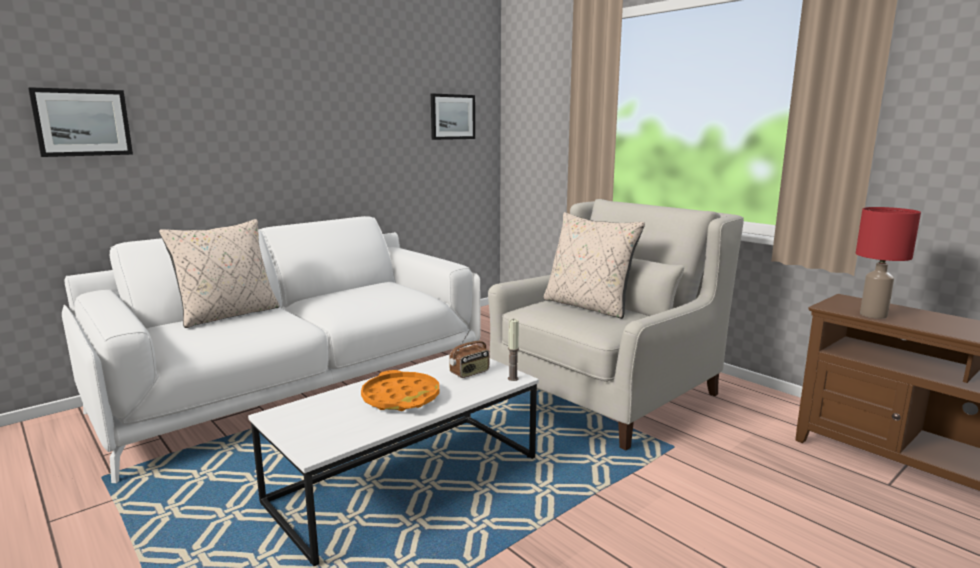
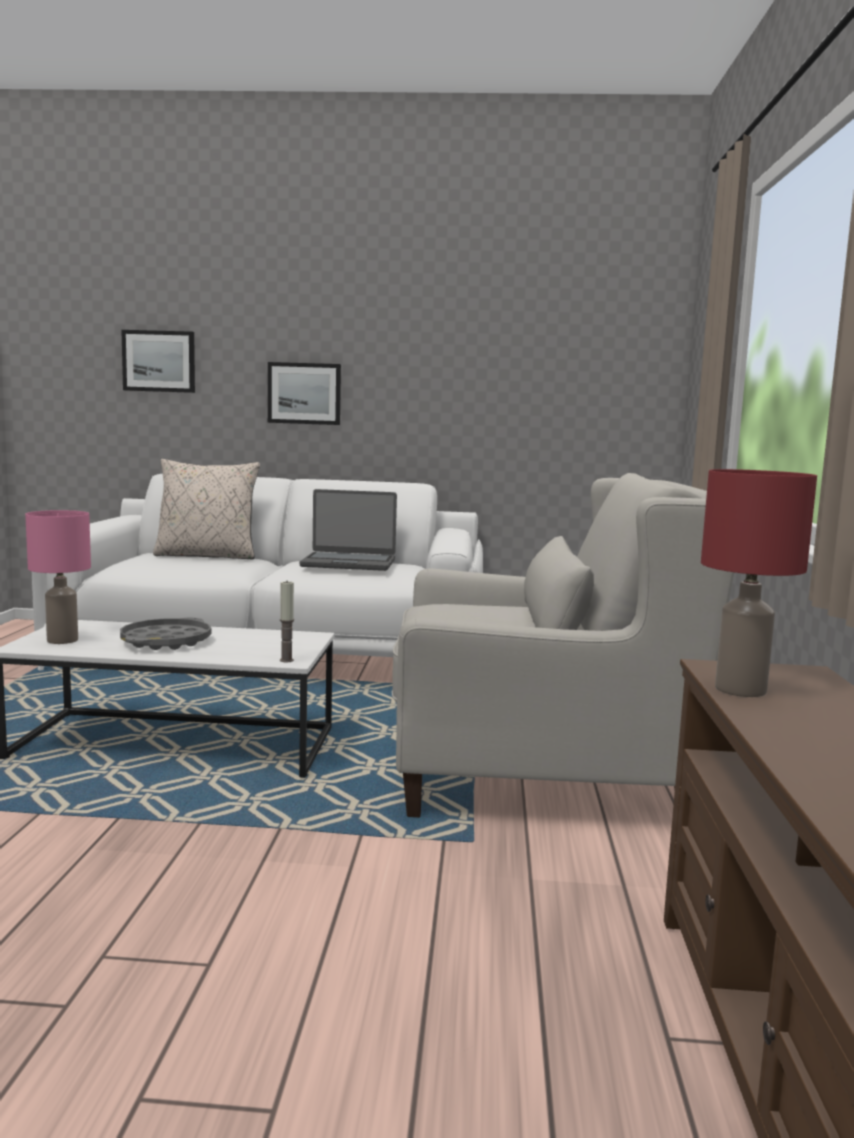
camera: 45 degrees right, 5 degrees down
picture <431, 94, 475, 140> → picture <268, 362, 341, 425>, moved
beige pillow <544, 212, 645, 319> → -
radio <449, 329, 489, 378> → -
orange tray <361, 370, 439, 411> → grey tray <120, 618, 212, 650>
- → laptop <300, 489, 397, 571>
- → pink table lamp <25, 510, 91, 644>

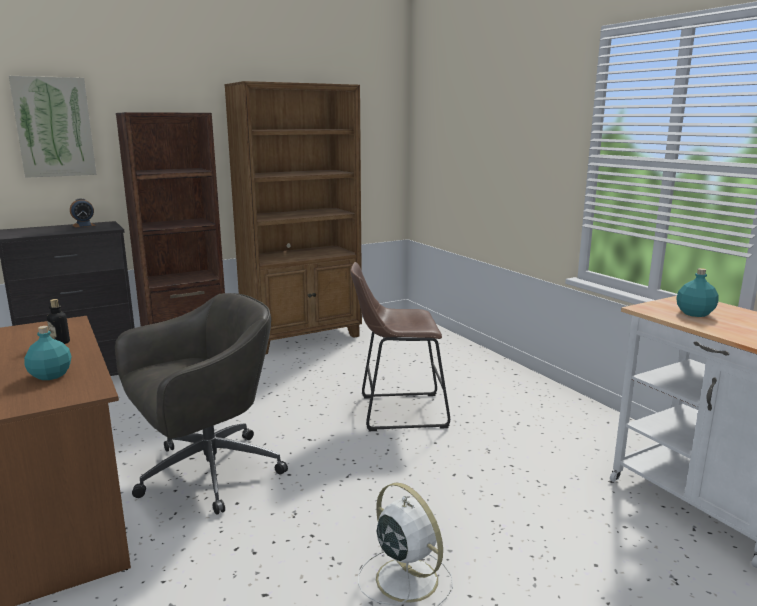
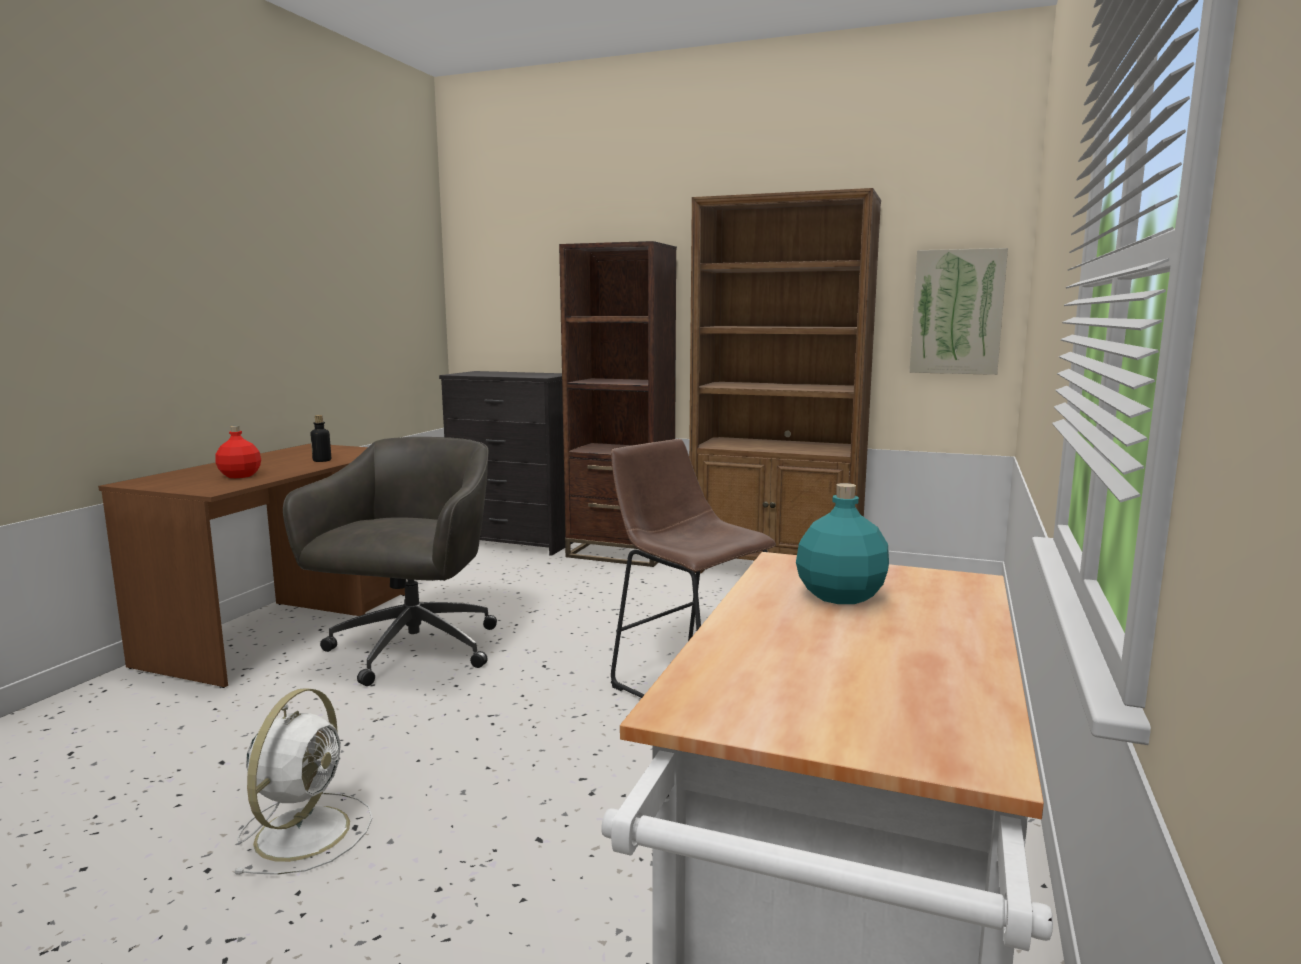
camera: 50 degrees right, 5 degrees down
picture <9, 76, 97, 178> → picture <909, 248, 1008, 375>, moved
alarm clock <70, 198, 96, 228> → -
grey office chair <115, 293, 288, 514> → grey office chair <283, 437, 497, 686>, 90 degrees counterclockwise
turquoise bottle <24, 326, 72, 380> → red bottle <215, 426, 261, 478>

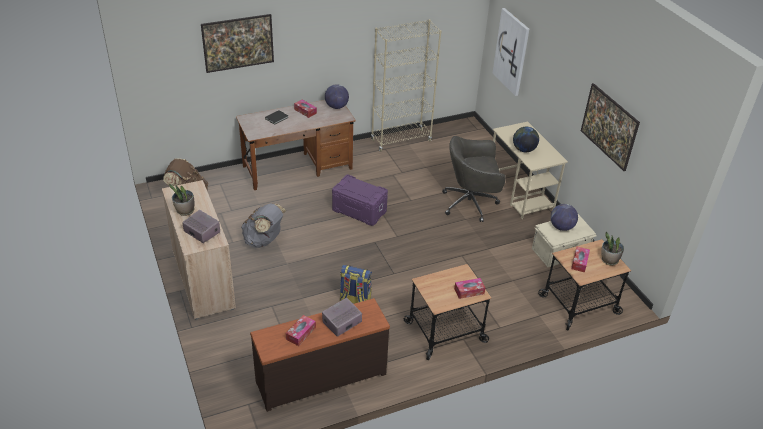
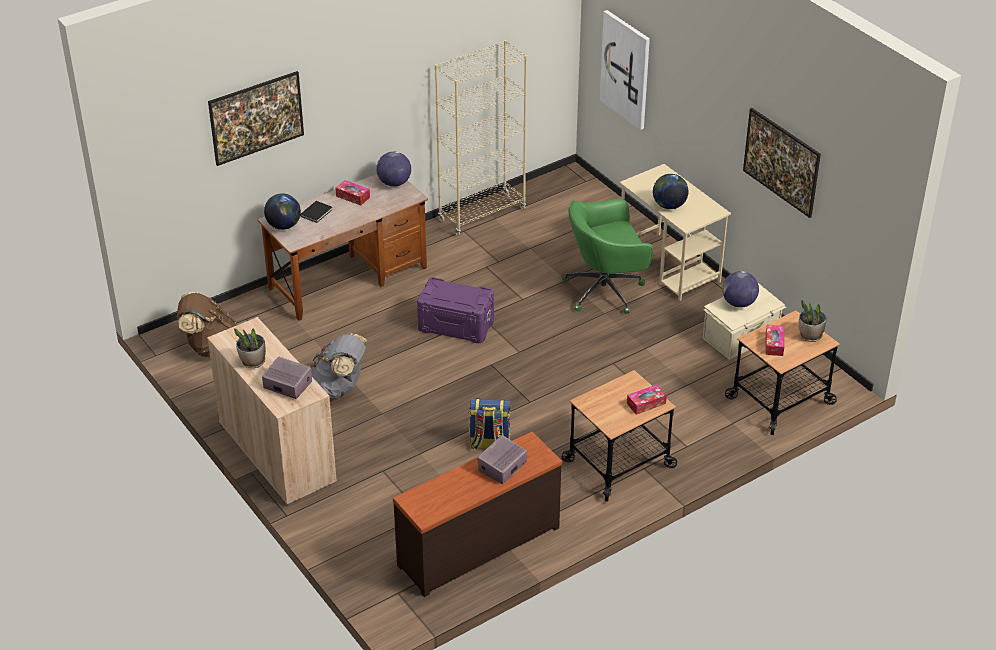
camera: 10 degrees left, 0 degrees up
grey office chair <442, 136, 506, 222> → green office chair <562, 199, 653, 314>
tissue box <286, 315, 316, 346> → -
- → globe <264, 193, 301, 230>

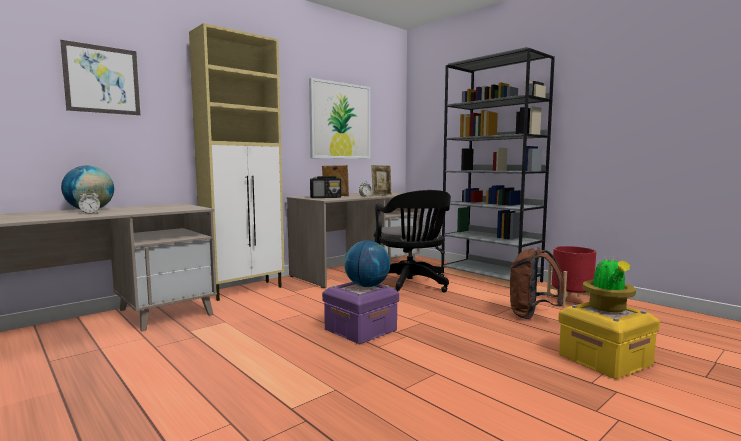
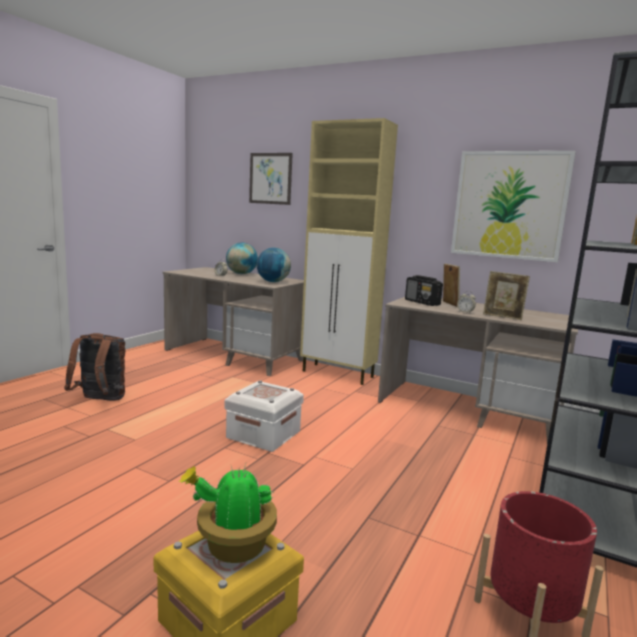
camera: 70 degrees right, 5 degrees up
black office chair <374, 190, 451, 293> → -
globe <344, 241, 390, 287> → globe <257, 248, 291, 282>, moved
brown backpack <510, 247, 564, 319> → brown backpack <65, 333, 125, 401>, moved
purple storage box <322, 282, 399, 345> → white storage box <224, 380, 304, 452>

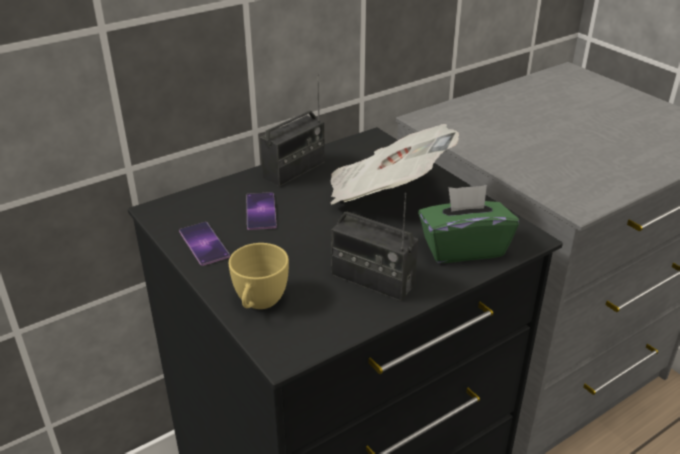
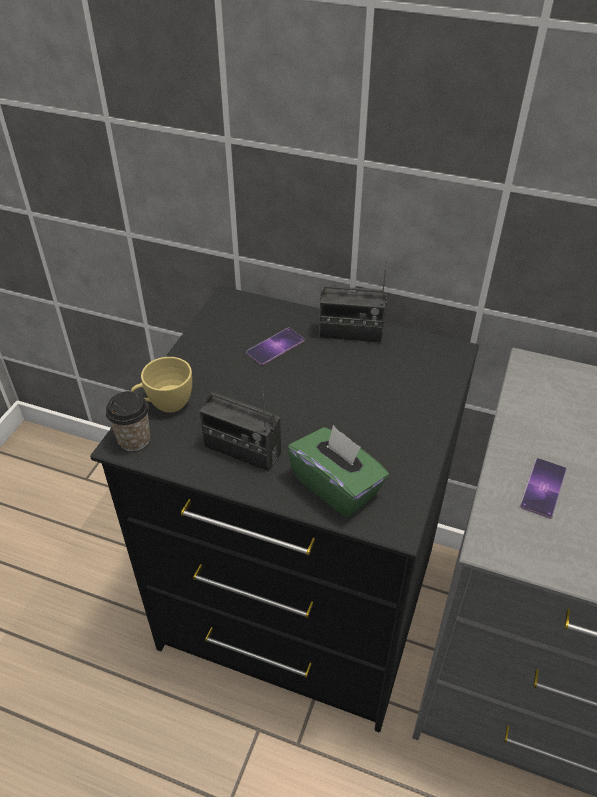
camera: 55 degrees right, 10 degrees up
newspaper <331, 124, 459, 205> → -
radio <331, 193, 418, 301> → radio <199, 386, 281, 472>, 60 degrees counterclockwise
phone <179, 222, 230, 266> → phone <520, 458, 567, 519>, moved
- → cup <106, 391, 150, 451>

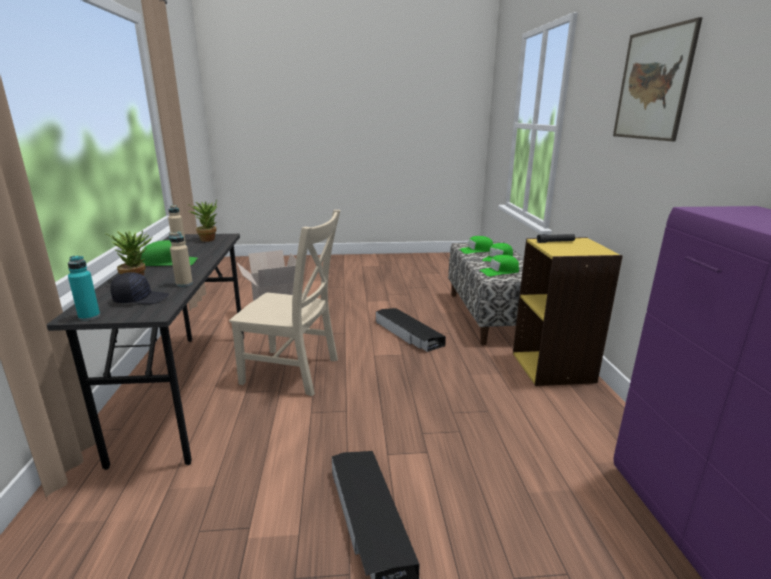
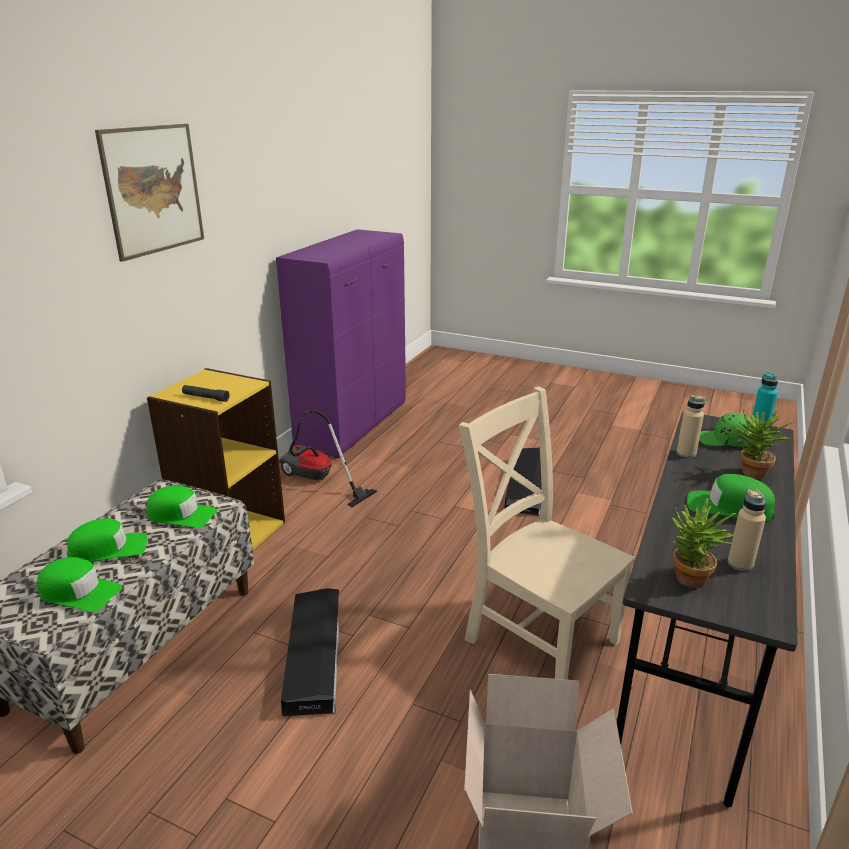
camera: 150 degrees left, 5 degrees up
black cap <111, 272, 169, 304> → green cap <699, 413, 753, 447>
- → vacuum cleaner <279, 410, 377, 507>

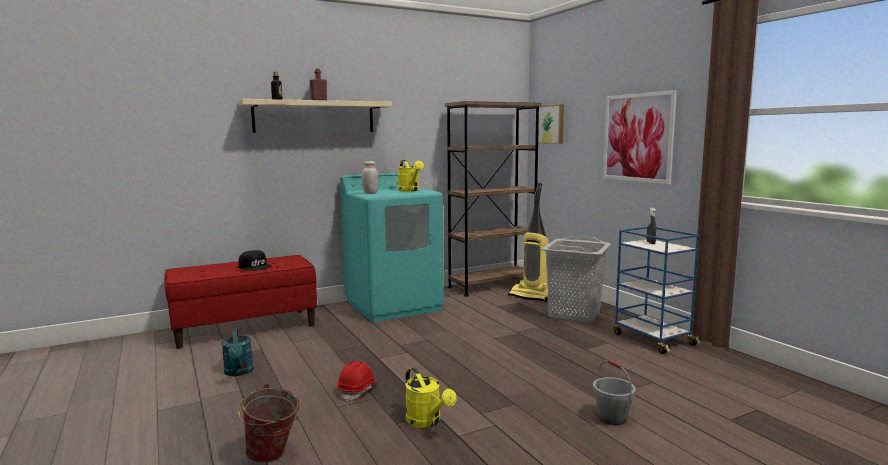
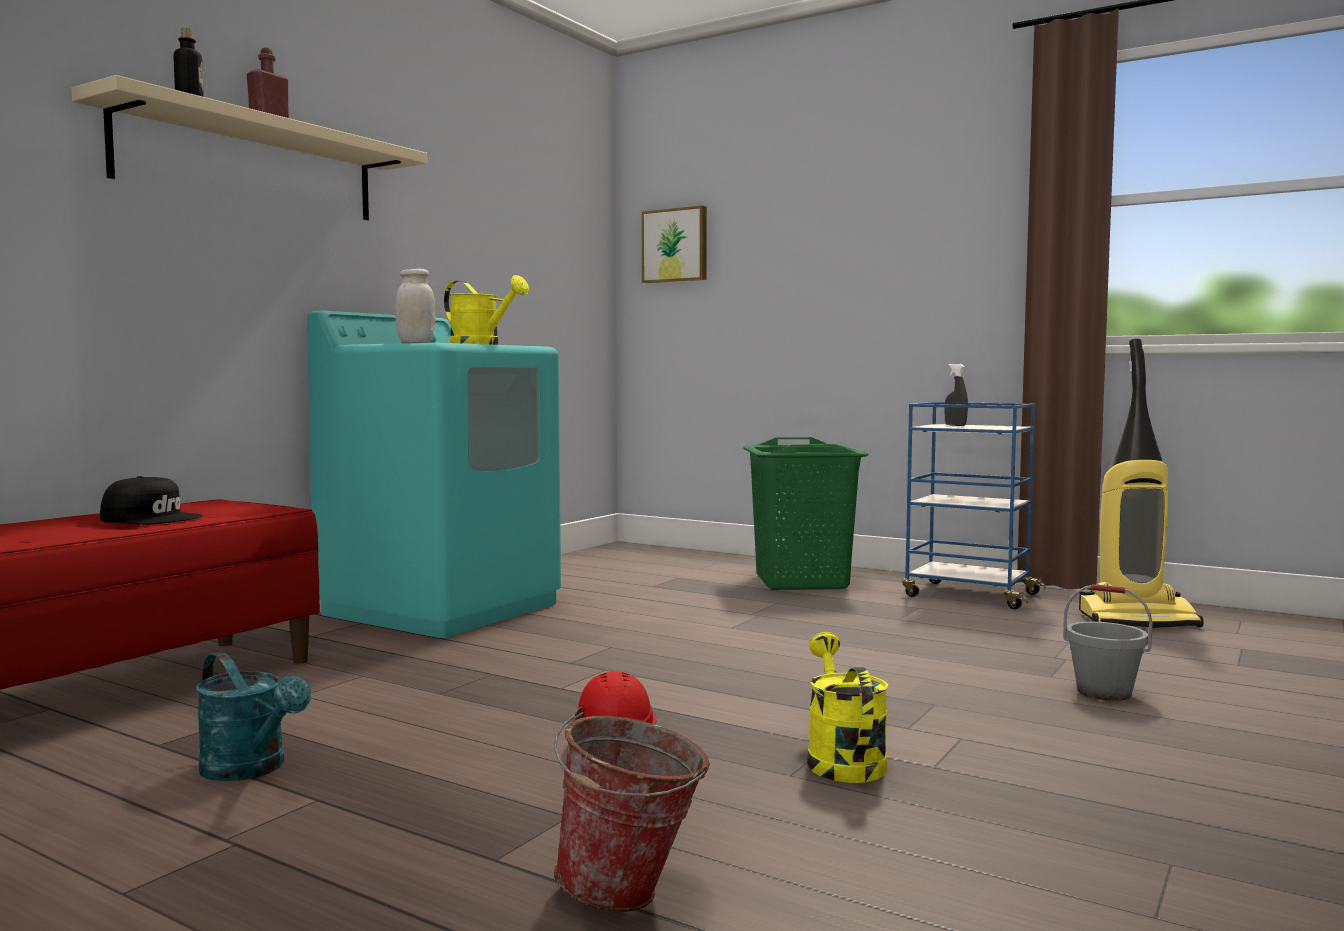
camera: 30 degrees left, 5 degrees down
picture <603, 90, 677, 184> → -
brown bookcase <445, 101, 542, 297> → -
vacuum cleaner <508, 183, 548, 302> → vacuum cleaner <1079, 339, 1204, 628>, moved
grey laundry basket <541, 236, 611, 323> → green laundry basket <743, 437, 869, 590>
yellow watering can <405, 367, 457, 428> → yellow watering can <807, 632, 888, 783>, 120 degrees counterclockwise

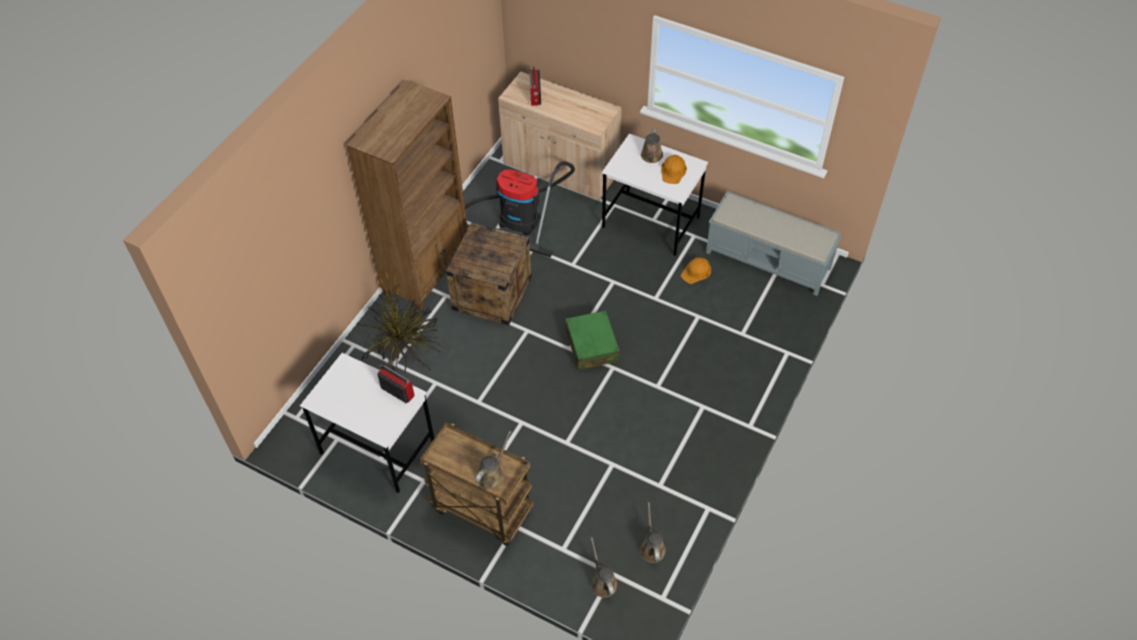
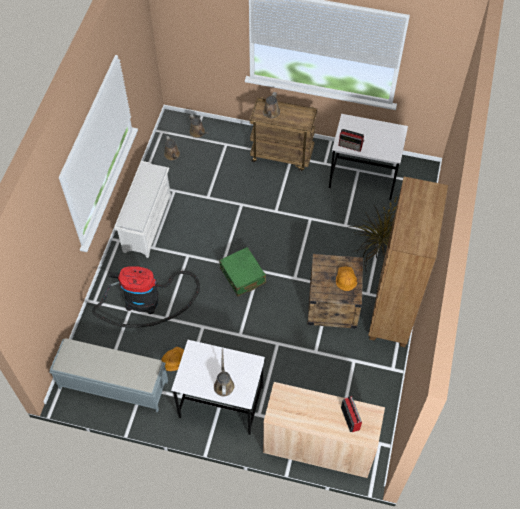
camera: 165 degrees right, 5 degrees up
orange hard hat <661, 155, 687, 184> → orange hard hat <336, 266, 357, 291>, moved
vacuum cleaner <465, 161, 575, 257> → vacuum cleaner <92, 266, 200, 328>, moved
- → white shoe rack <114, 161, 171, 258>

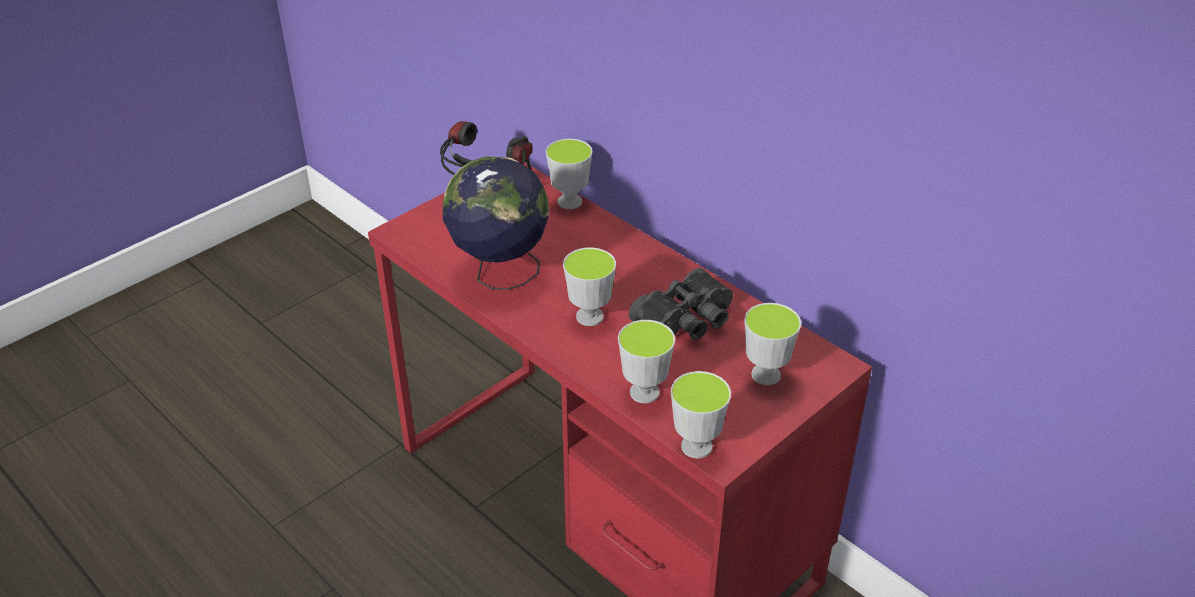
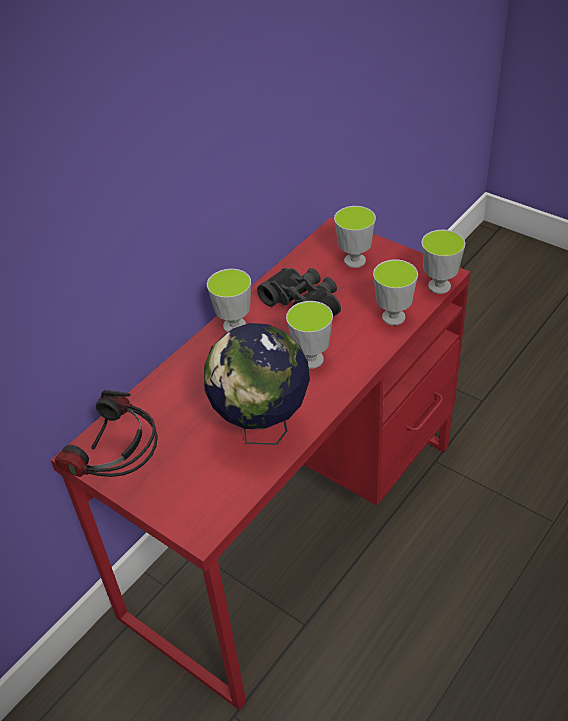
camera: 95 degrees left, 5 degrees up
cup <546, 139, 592, 209> → cup <207, 269, 251, 332>, moved

